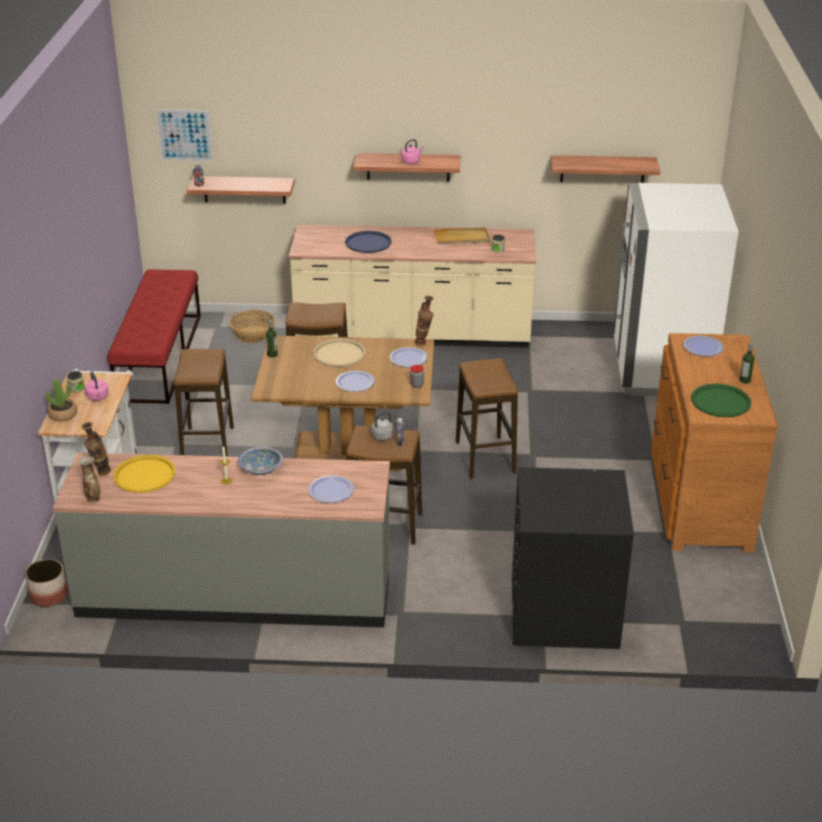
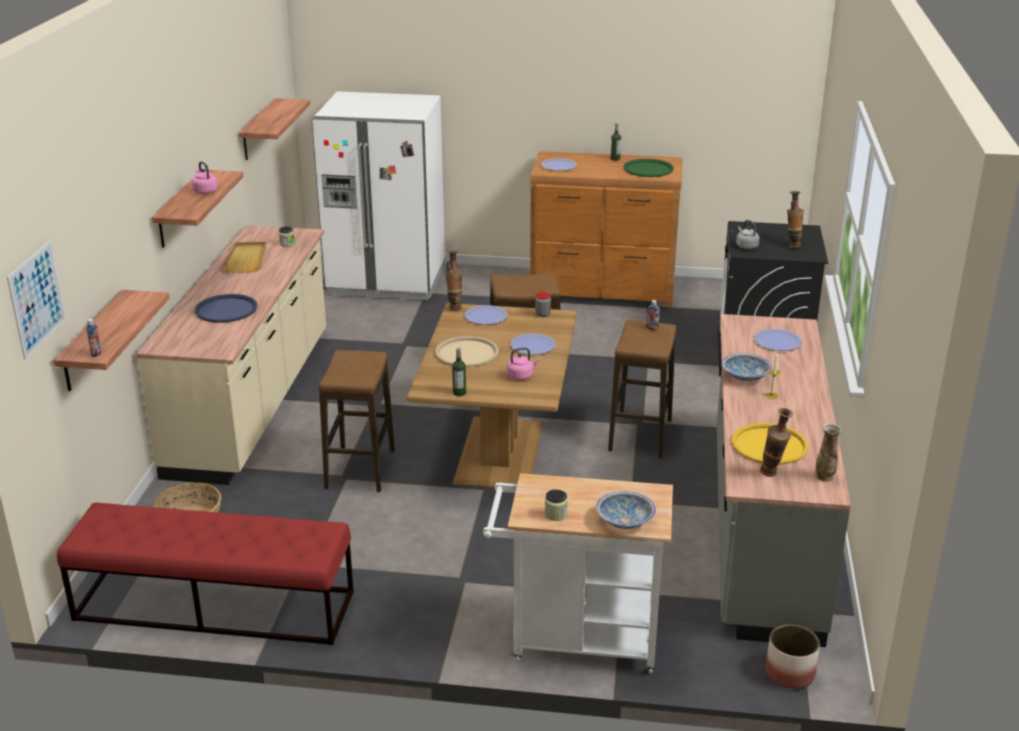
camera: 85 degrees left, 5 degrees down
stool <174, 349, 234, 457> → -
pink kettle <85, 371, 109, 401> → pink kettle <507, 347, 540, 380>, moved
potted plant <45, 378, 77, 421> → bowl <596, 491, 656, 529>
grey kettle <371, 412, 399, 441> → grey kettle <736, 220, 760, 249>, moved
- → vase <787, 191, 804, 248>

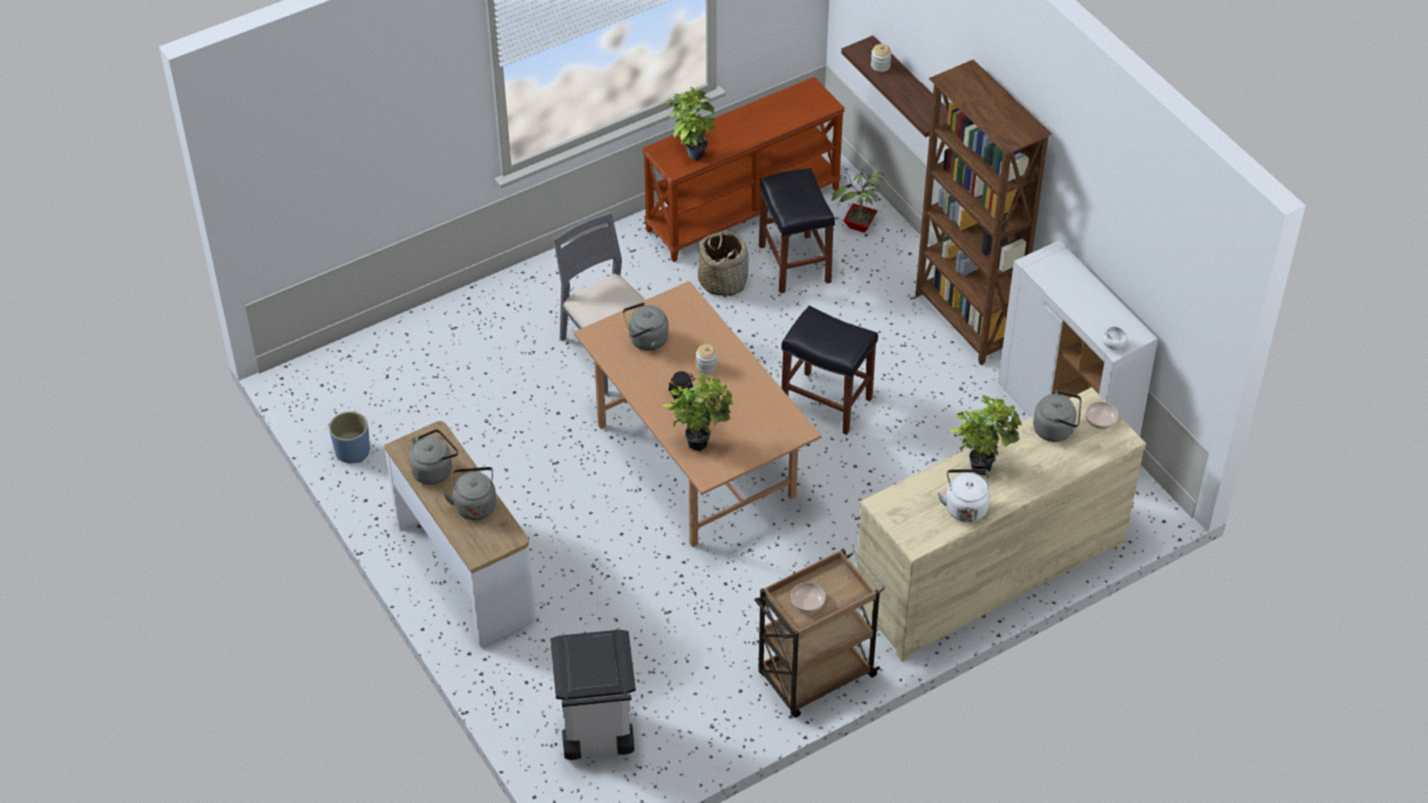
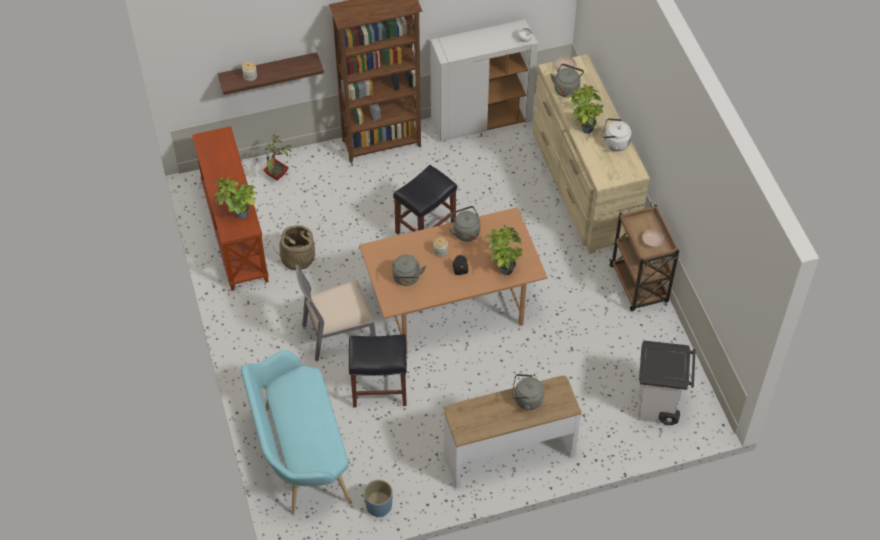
camera: 75 degrees left, 5 degrees up
black stool <759, 168, 835, 294> → black stool <349, 334, 407, 407>, moved
grey kettle <409, 429, 458, 485> → grey kettle <449, 206, 480, 242>, moved
- → turquoise bench <241, 350, 352, 515>

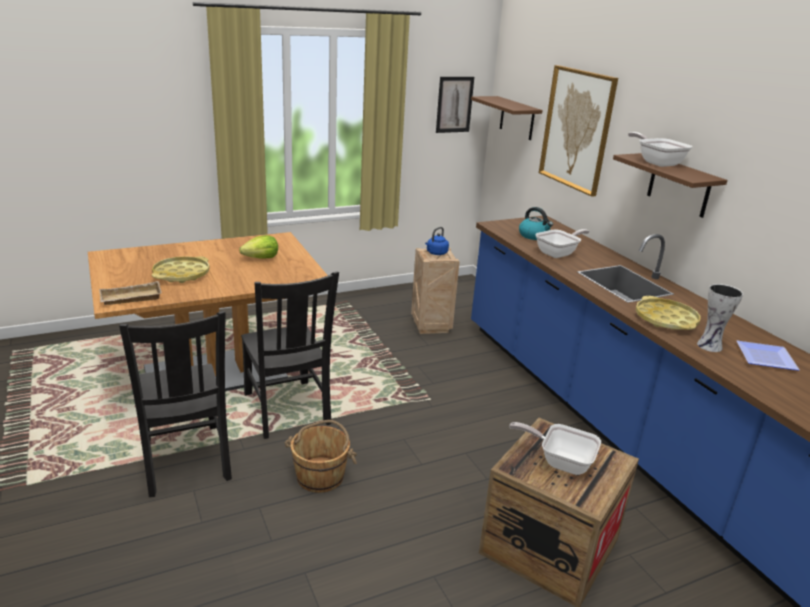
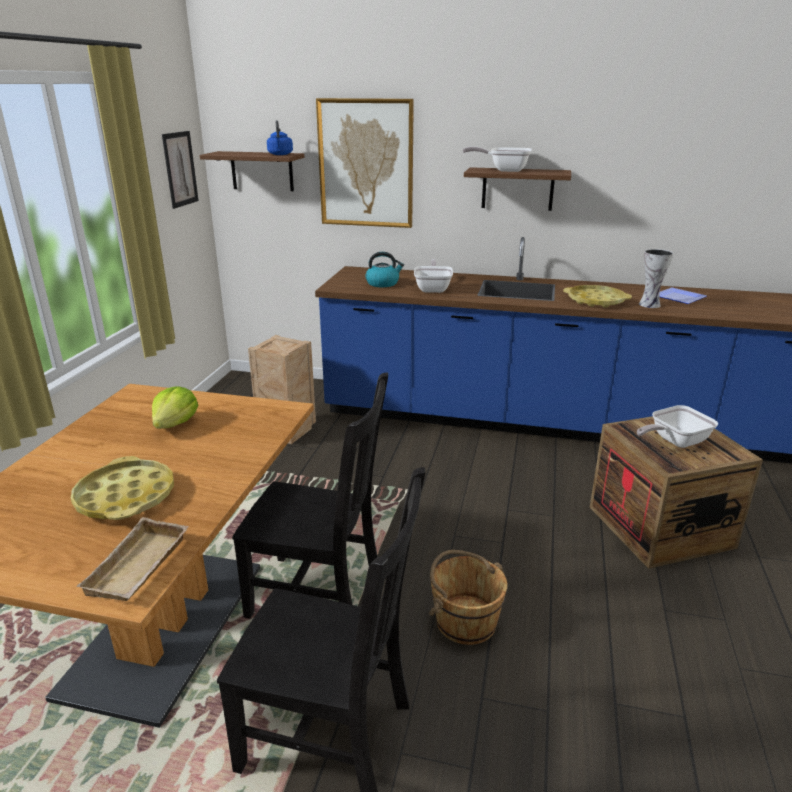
camera: 50 degrees left, 0 degrees up
blue kettle <425, 227, 449, 255> → blue kettle <267, 120, 293, 155>, moved

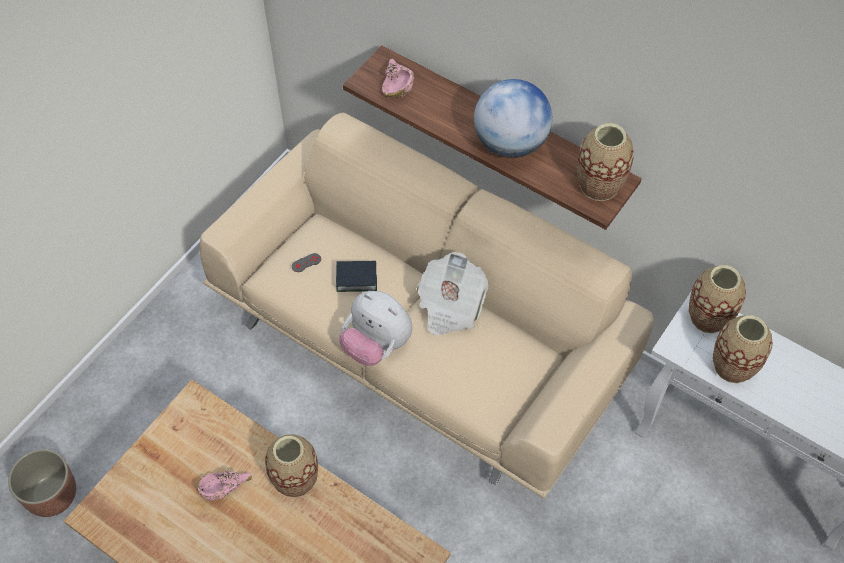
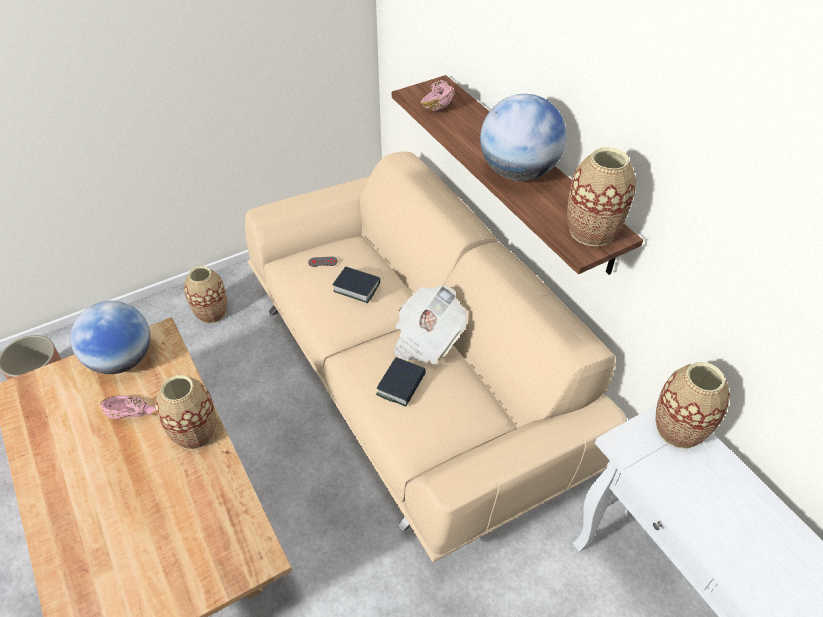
camera: 25 degrees right, 10 degrees down
plush toy <339, 291, 412, 366> → -
vase <713, 315, 773, 384> → vase <184, 266, 227, 324>, moved
- → globe <71, 301, 150, 374>
- → book <376, 357, 426, 407>

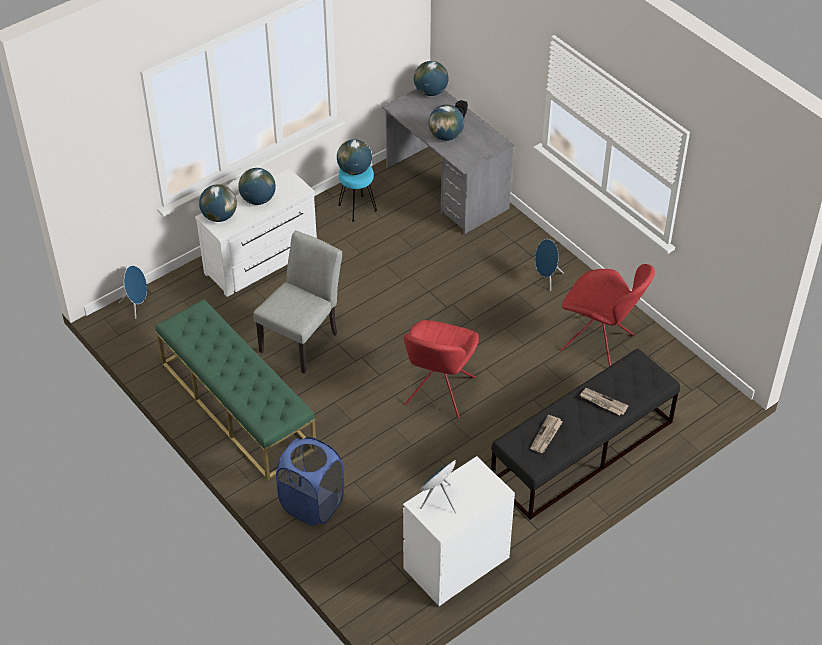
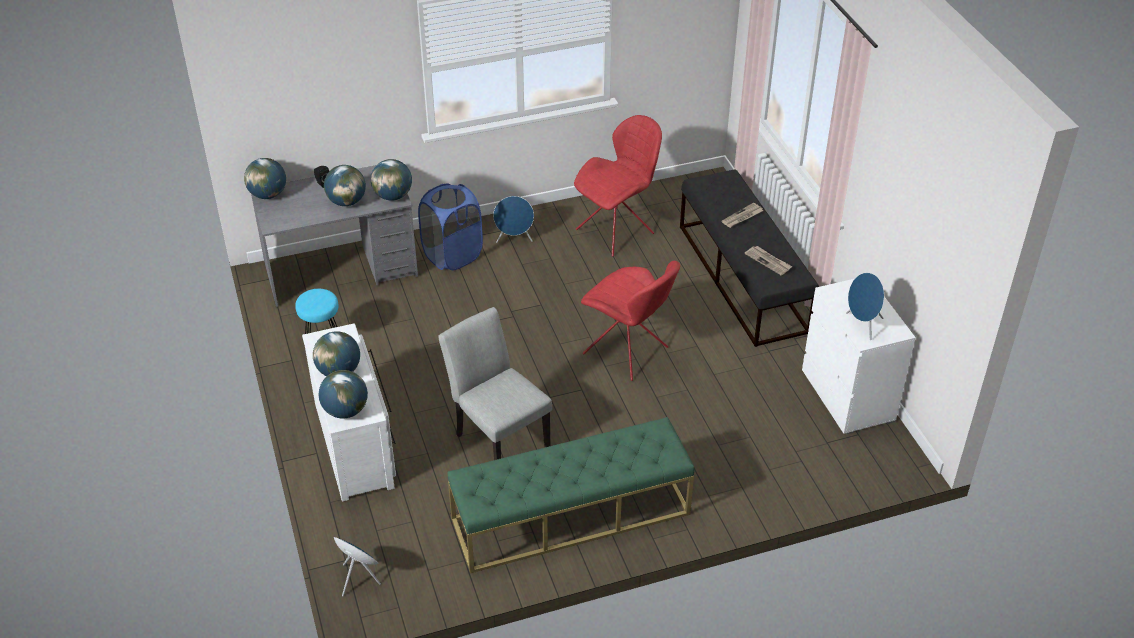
camera: 70 degrees left, 5 degrees down
globe <337, 139, 372, 175> → globe <371, 159, 412, 201>, moved
blue laundry basket <276, 437, 344, 526> → blue laundry basket <418, 183, 483, 271>, moved

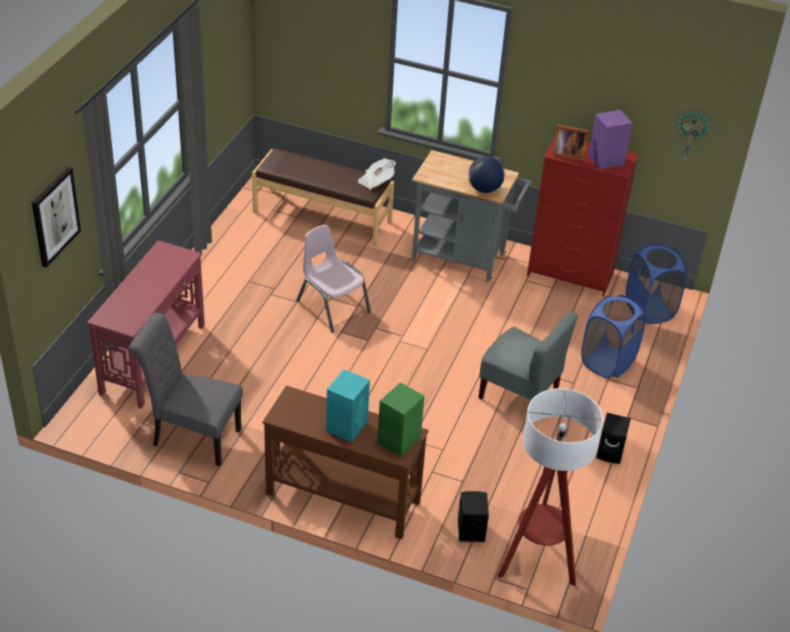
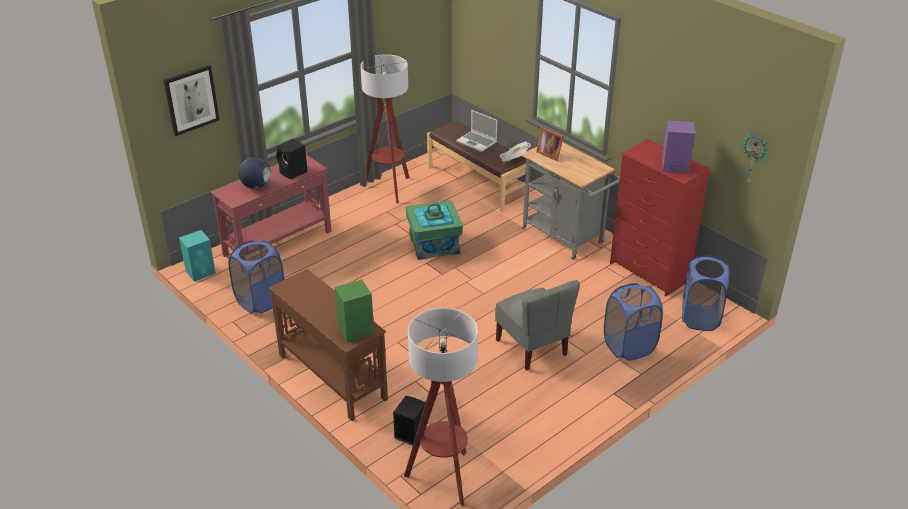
camera: 30 degrees right, 5 degrees down
picture frame <552, 125, 589, 161> → picture frame <536, 127, 564, 161>, moved
globe <468, 156, 505, 193> → globe <238, 157, 271, 189>, moved
pink chair <296, 225, 371, 333> → green storage box <406, 201, 463, 260>
grey chair <128, 313, 243, 467> → blue laundry basket <228, 240, 284, 314>
turquoise speaker <326, 369, 370, 442> → turquoise speaker <179, 230, 216, 281>, moved
black speaker <596, 413, 631, 464> → black speaker <276, 139, 308, 179>, moved
- → floor lamp <360, 54, 409, 203>
- → laptop <456, 110, 497, 152>

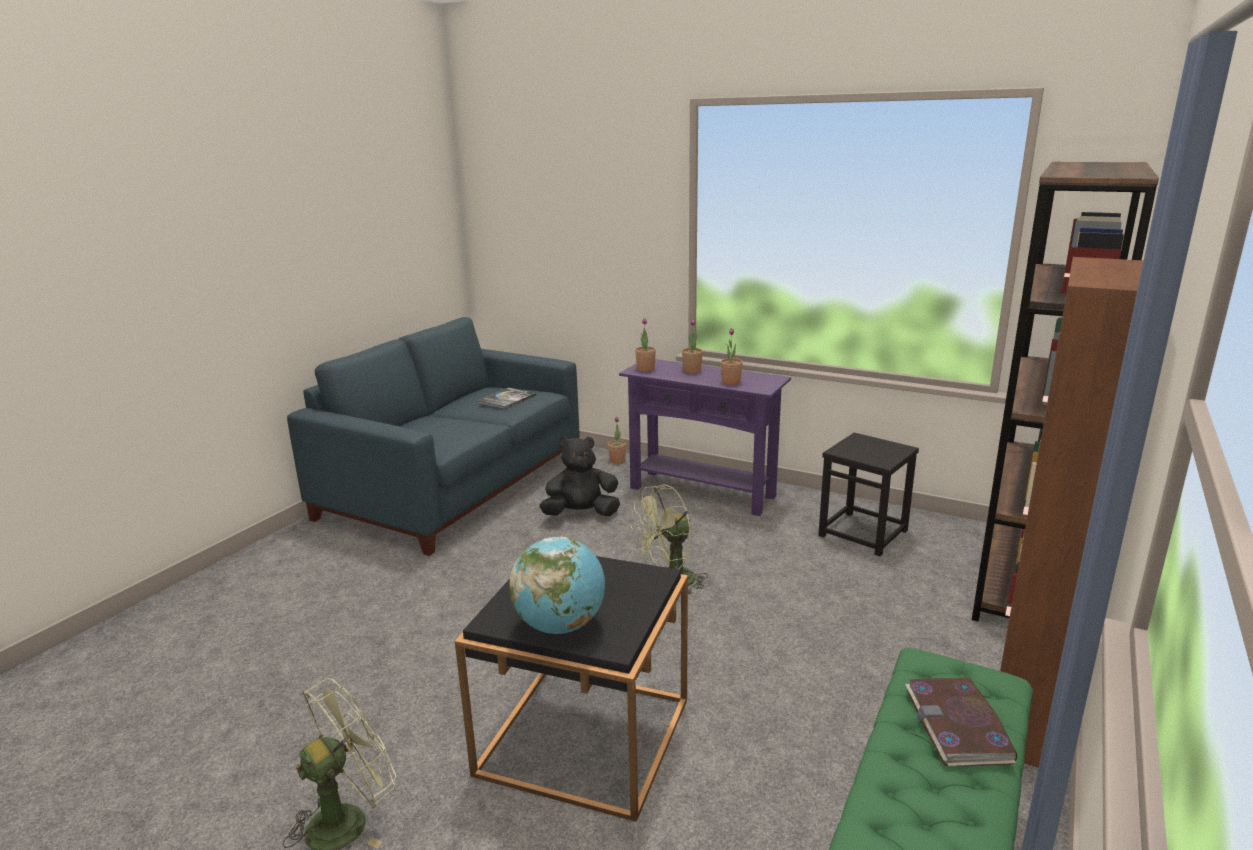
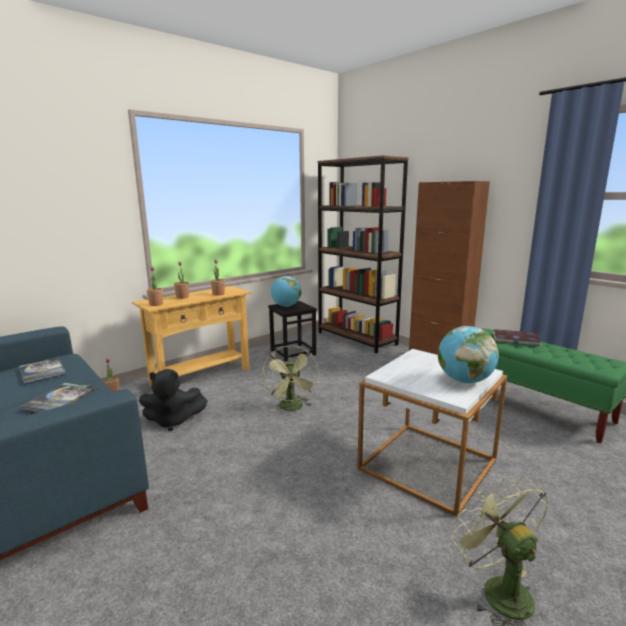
camera: 70 degrees left, 5 degrees down
purple console table <619, 359, 791, 516> → beige console table <132, 286, 252, 386>
black plush toy <539, 436, 620, 516> → black plush toy <139, 369, 207, 431>, 105 degrees counterclockwise
black side table <455, 556, 688, 822> → white side table <357, 349, 507, 517>
- → globe <271, 276, 301, 307>
- → book <20, 383, 98, 412>

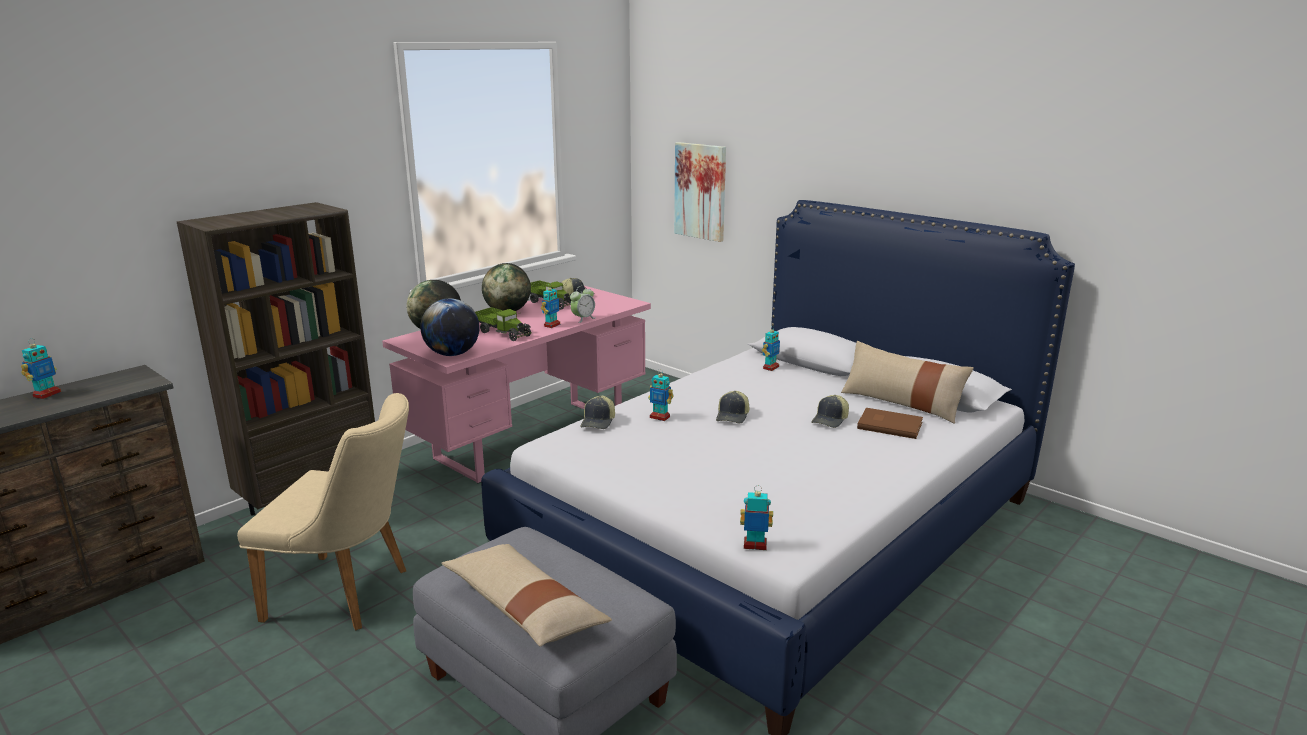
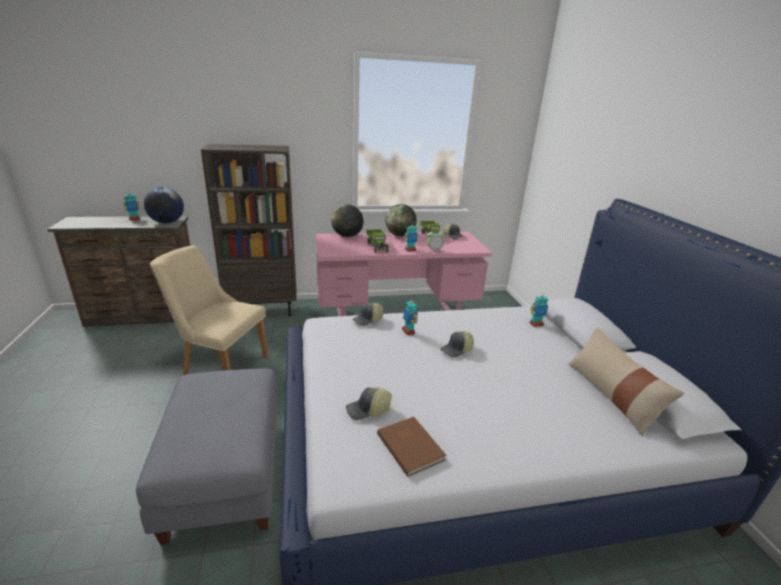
camera: 35 degrees right, 5 degrees up
picture <674, 142, 726, 242> → -
globe <420, 298, 480, 356> → globe <144, 187, 184, 223>, moved
beige chair <237, 393, 409, 631> → beige chair <150, 245, 268, 375>, 150 degrees clockwise
cap <811, 395, 849, 428> → cap <346, 387, 392, 420>, moved
brown book <857, 408, 923, 439> → brown book <377, 417, 447, 477>, moved
toy robot <740, 486, 773, 550> → -
beige pillow <441, 544, 612, 647> → -

